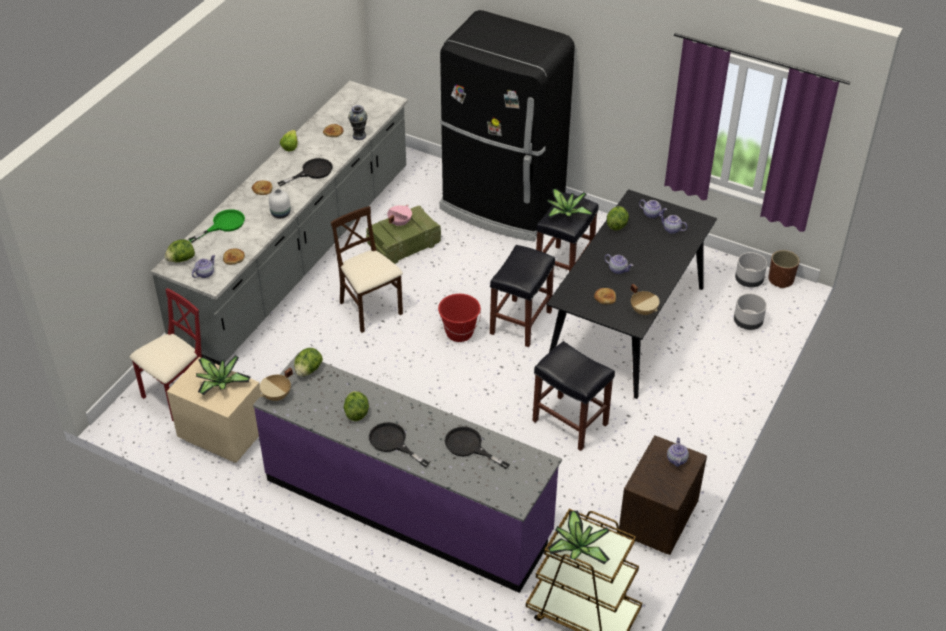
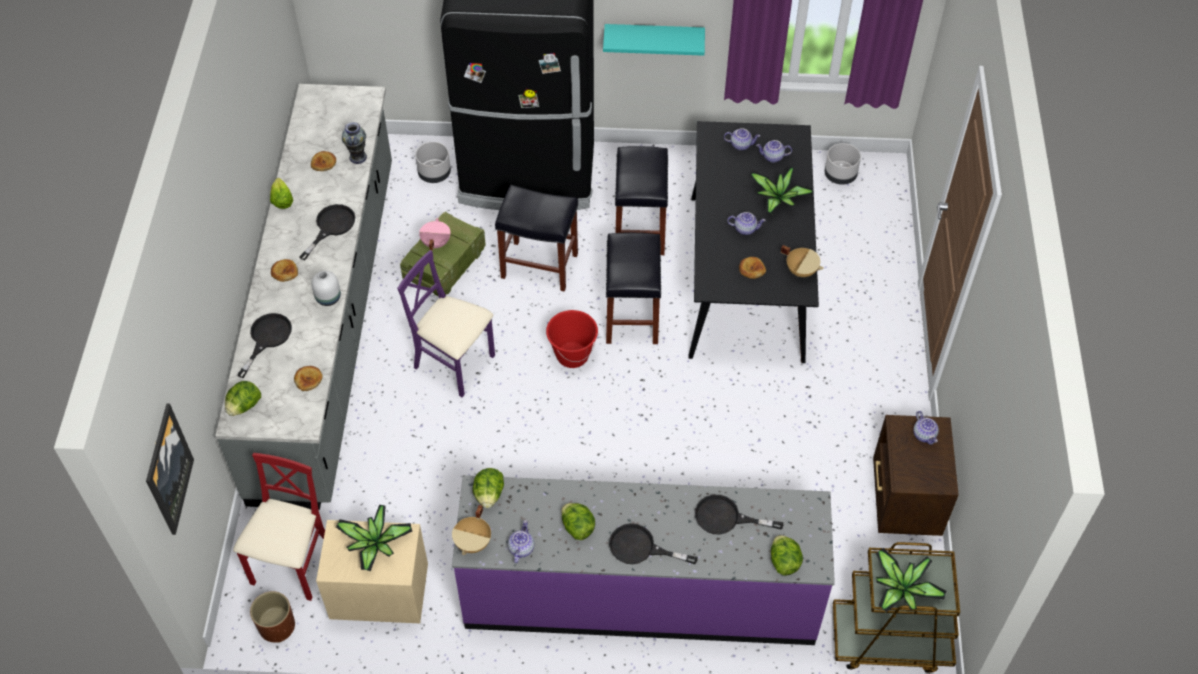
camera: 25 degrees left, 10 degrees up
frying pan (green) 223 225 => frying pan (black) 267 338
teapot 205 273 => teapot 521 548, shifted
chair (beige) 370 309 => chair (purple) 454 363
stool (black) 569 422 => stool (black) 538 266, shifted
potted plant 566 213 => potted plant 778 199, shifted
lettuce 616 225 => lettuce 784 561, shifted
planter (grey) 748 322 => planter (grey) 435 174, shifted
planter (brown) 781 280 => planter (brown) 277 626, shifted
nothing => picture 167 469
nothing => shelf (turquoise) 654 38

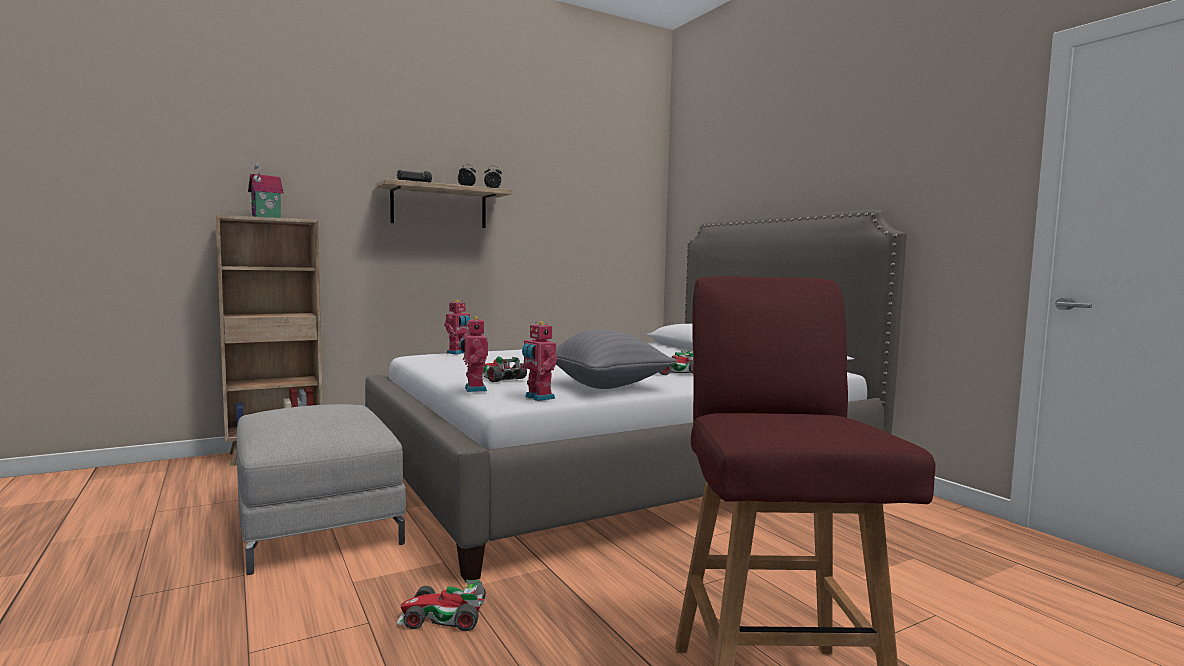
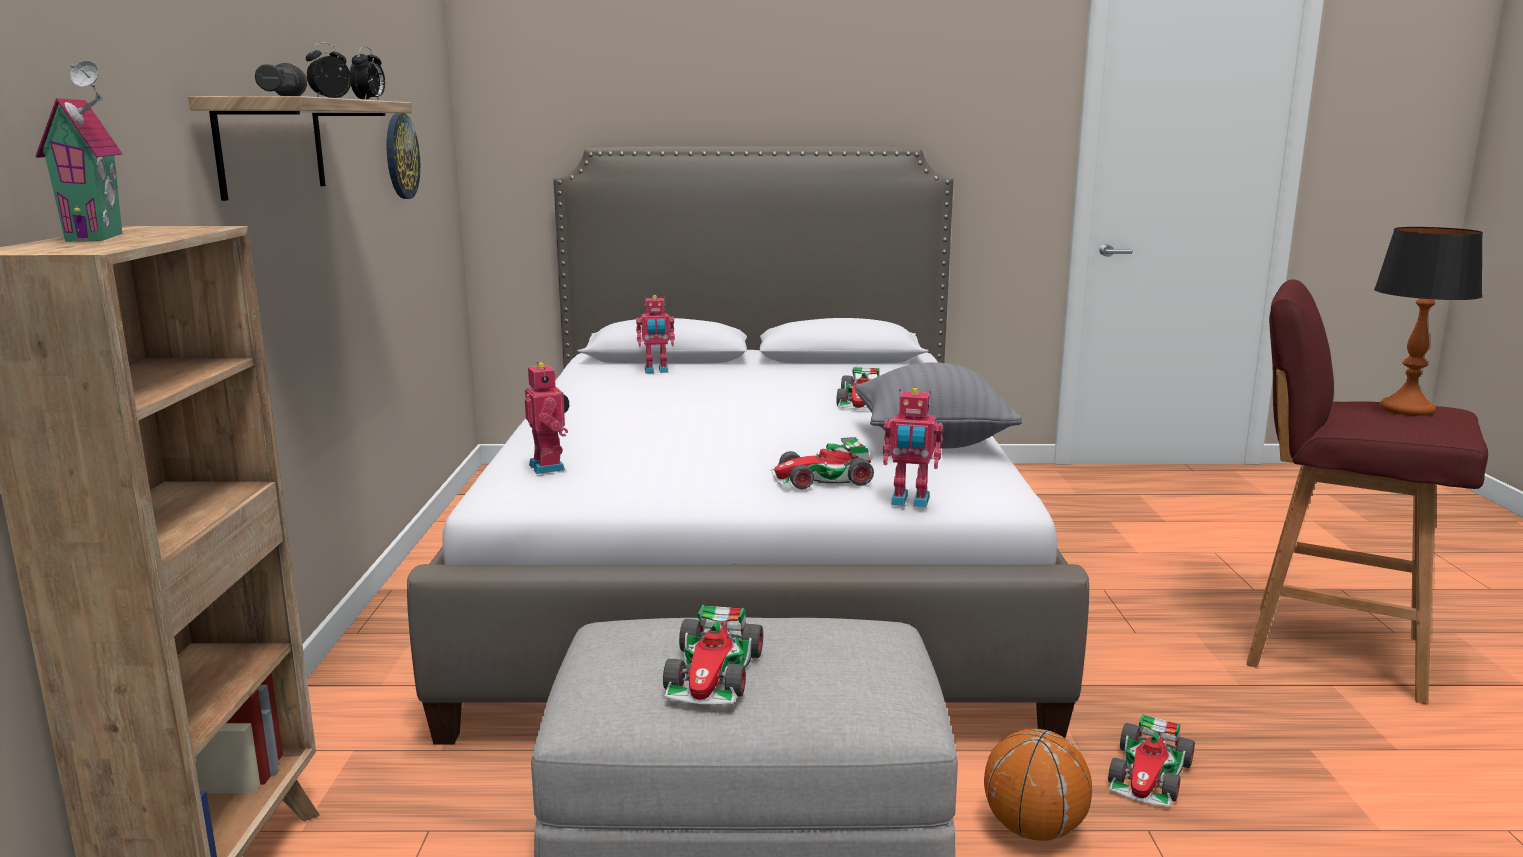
camera: 60 degrees left, 10 degrees up
toy robot 538 398 => toy robot 656 371, shifted
nothing => wall clock 400 156
nothing => toy car 714 673
nothing => basketball 1033 830
nothing => table lamp 1407 409

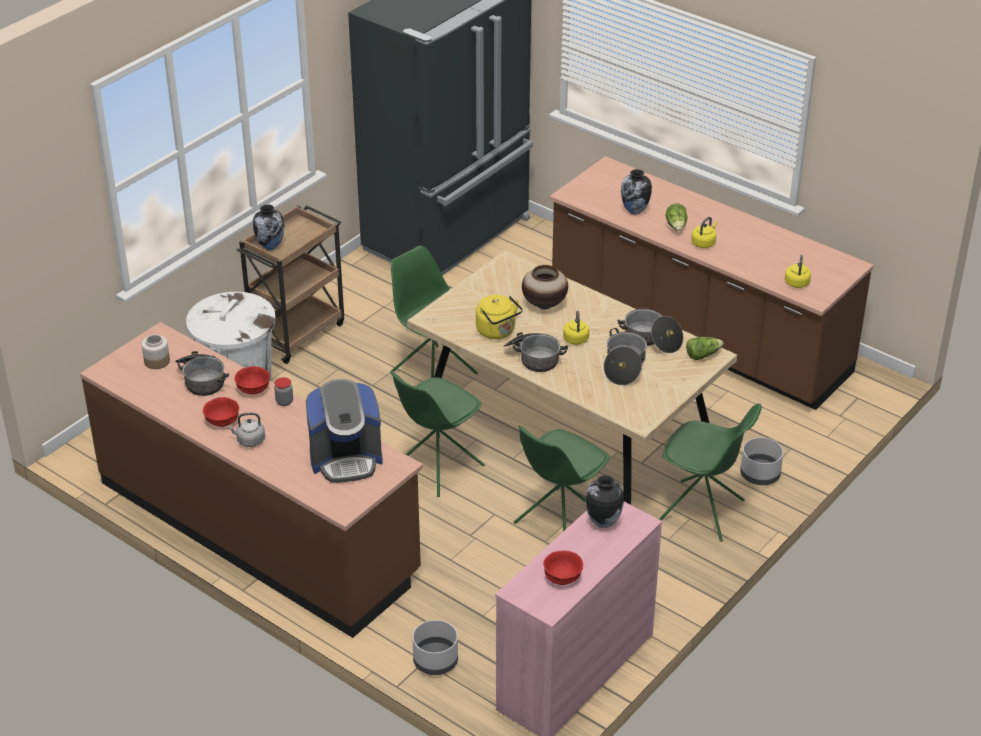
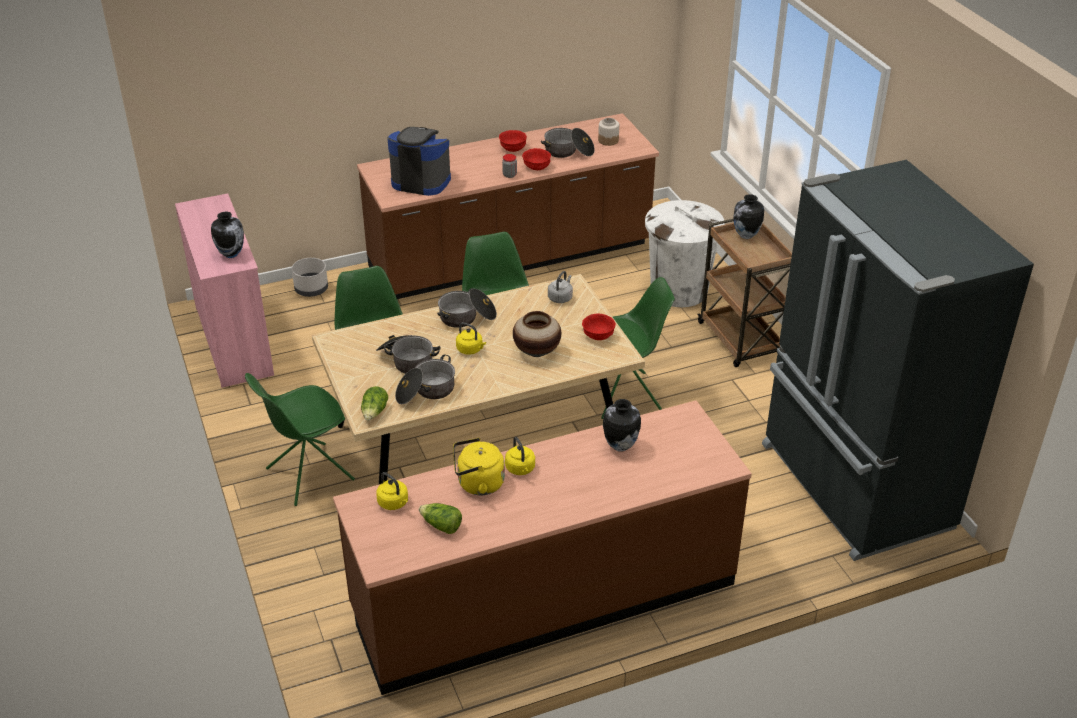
camera: 120 degrees right, 0 degrees up
kettle (grey) 249 441 => kettle (grey) 560 297, shifted
coffee machine 346 459 => coffee machine 421 181, 90 degrees clockwise
kettle (yellow) 497 332 => kettle (yellow) 478 484, shifted
bowl (red) 562 578 => bowl (red) 597 336, shifted
lettuce 676 226 => lettuce 441 526, shifted
planter (grey) 760 474 => nothing

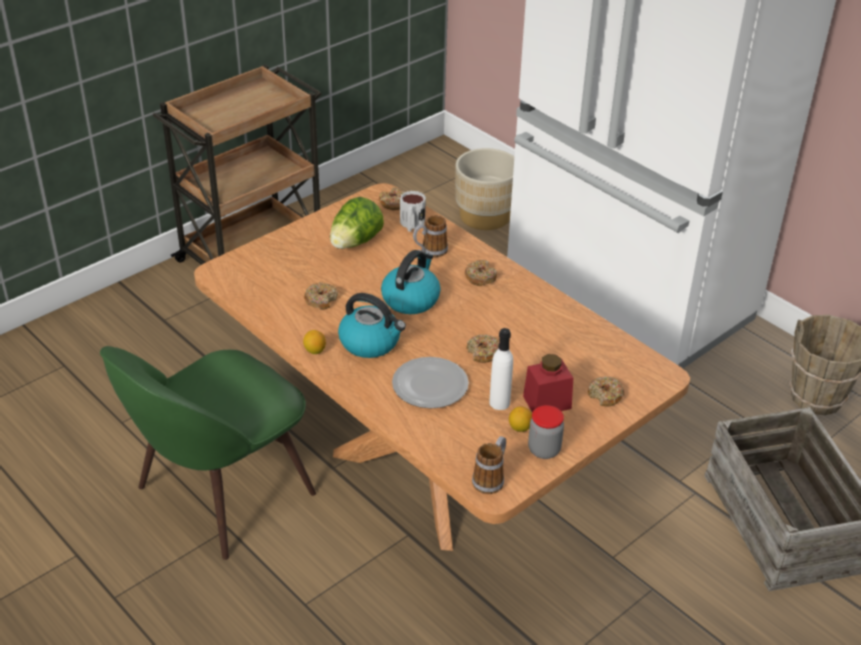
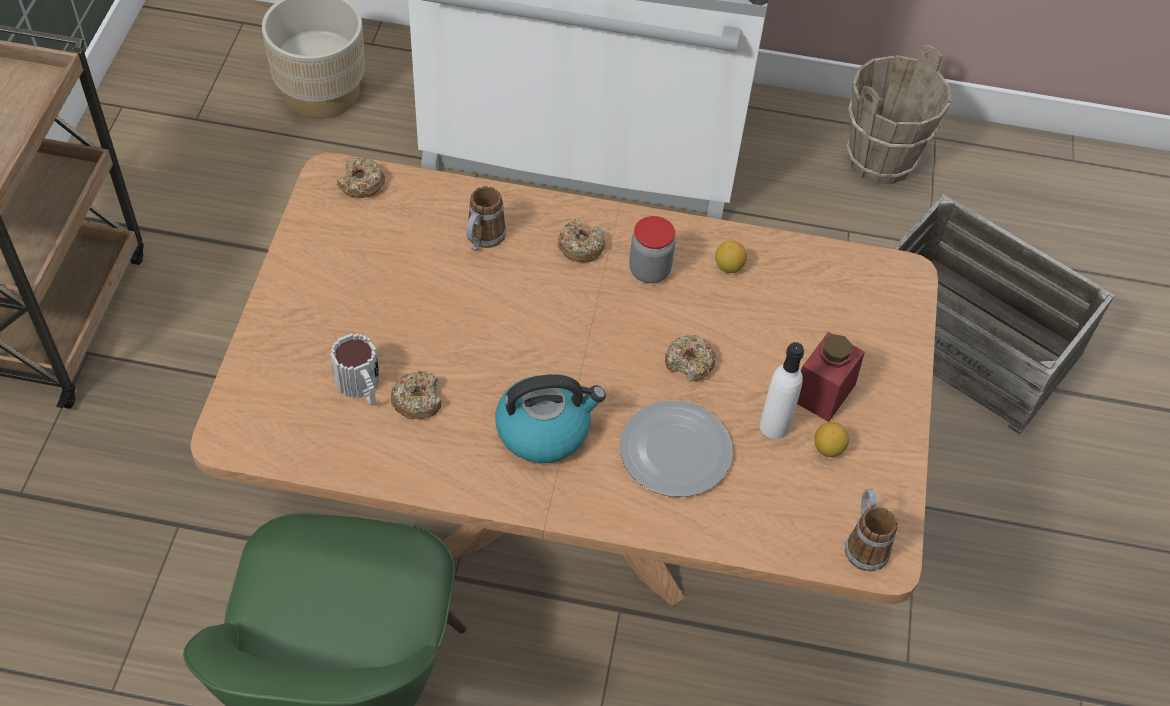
camera: 40 degrees left, 15 degrees up
lemon 315 351 => lemon 728 267, shifted
lettuce 355 242 => nothing
kettle 411 299 => nothing
mug 411 225 => mug 361 387, shifted
jar 544 450 => jar 649 270, shifted
donut 605 396 => nothing

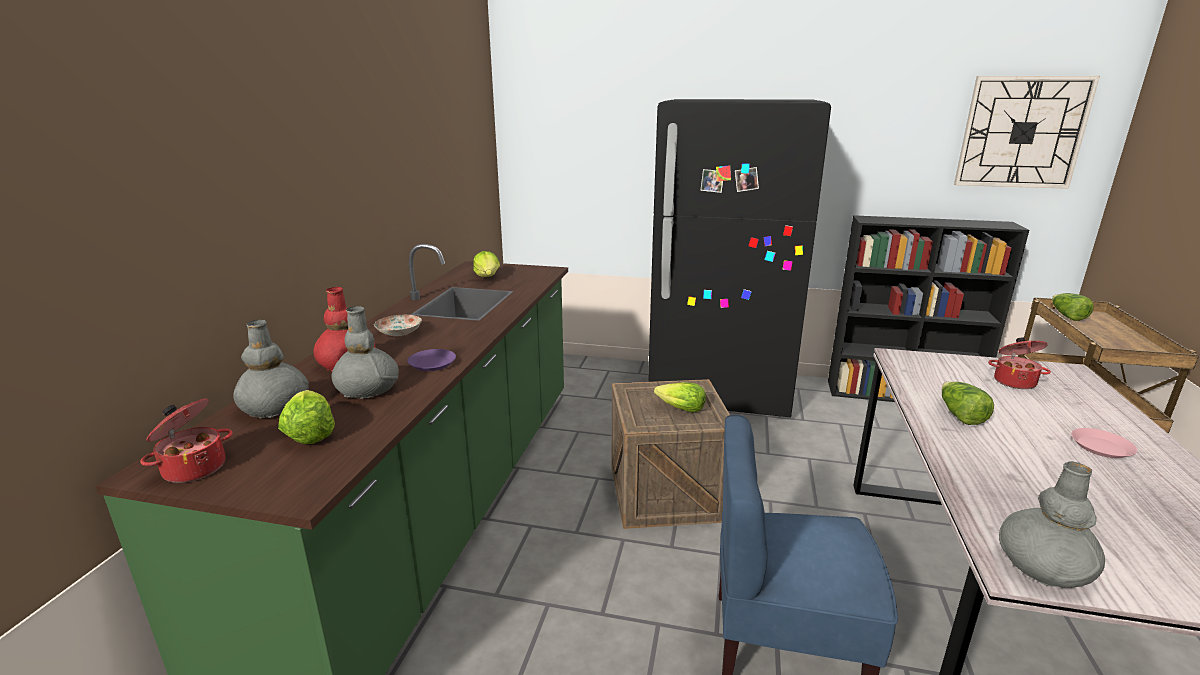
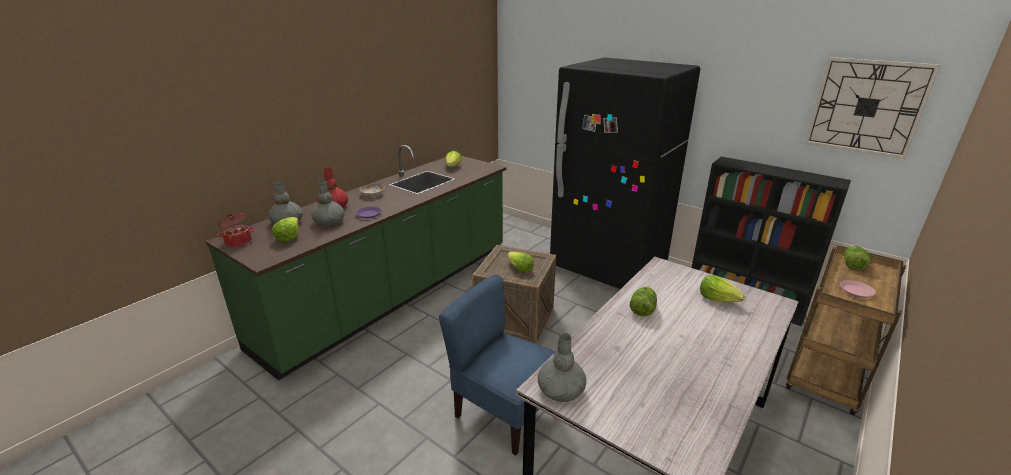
camera: 25 degrees right, 5 degrees up
cooking pot 1014 381 => lettuce 718 299
plate (pink) 1101 447 => plate (pink) 856 291, shifted

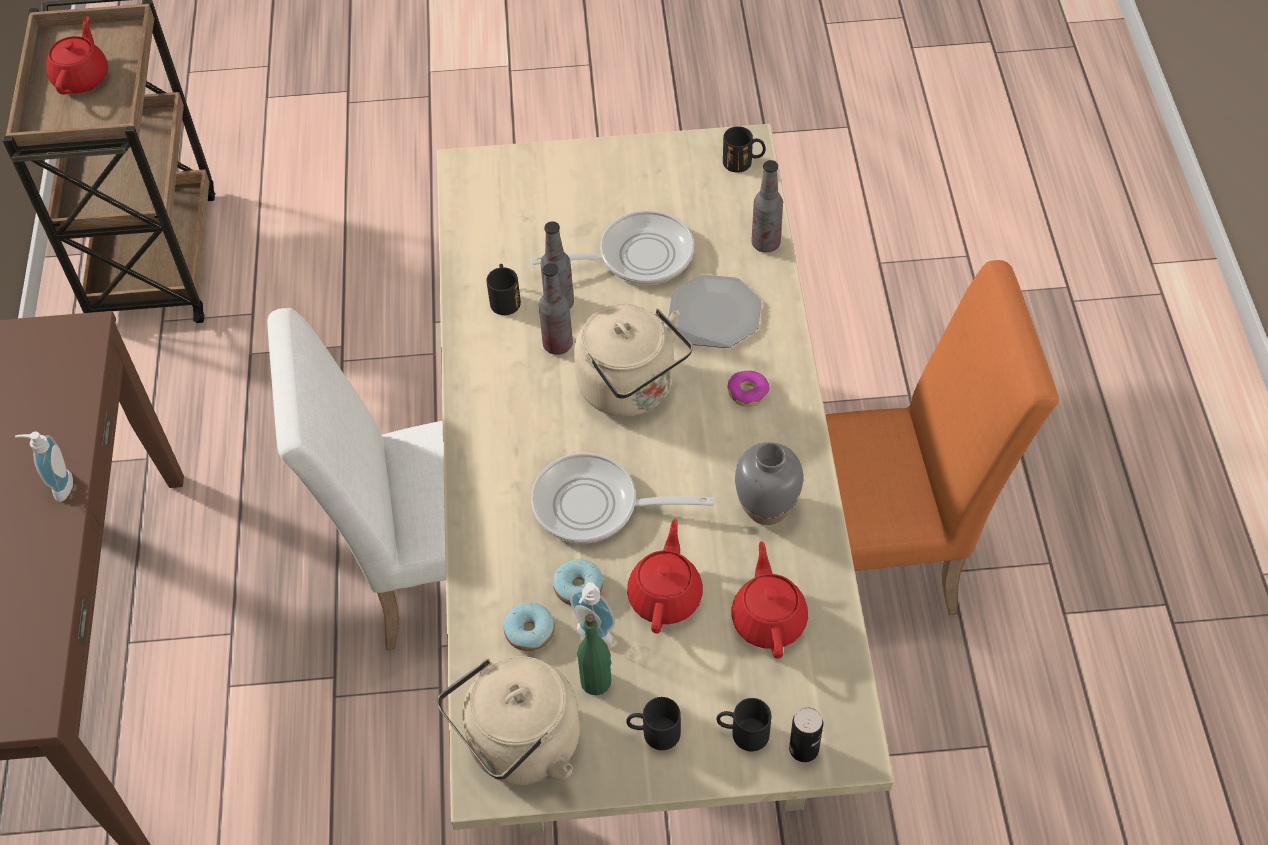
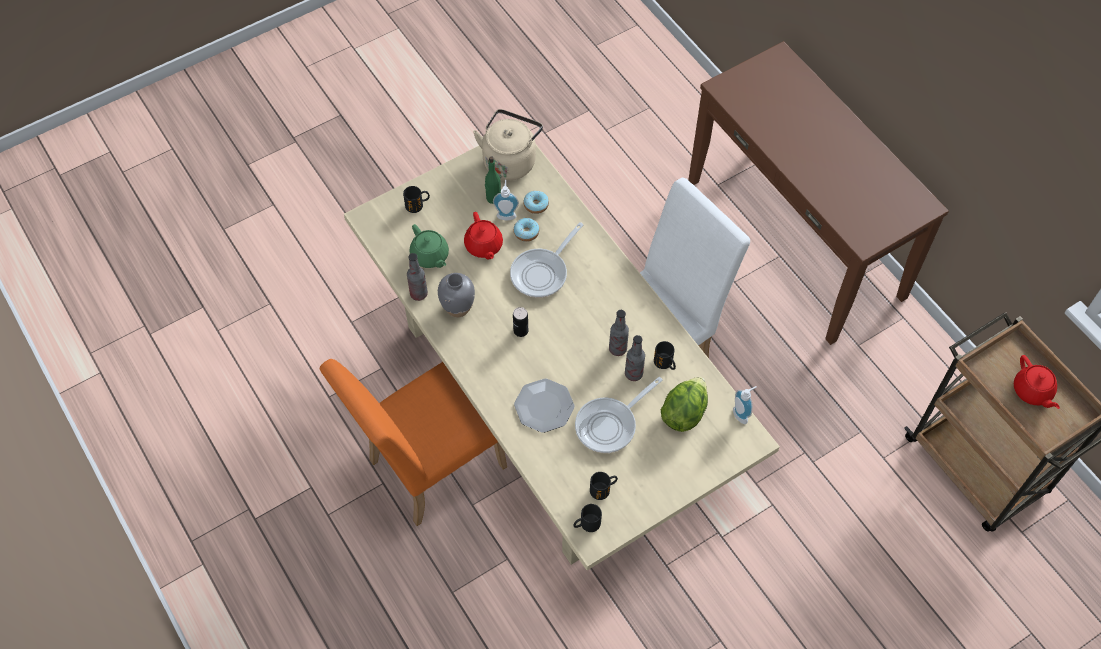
camera: 150 degrees right, 5 degrees up
soap dispenser 59 486 => soap dispenser 742 414, shifted
frying pan 595 506 => frying pan 542 272, 150 degrees clockwise
kettle (beige) 631 389 => nothing
mug (black) 653 733 => mug (black) 603 488, shifted
donut 748 392 => nothing
teapot (red) 769 619 => teapot (green) 430 256
bottle 765 243 => bottle 418 294, shifted
can 804 749 => can 520 331, shifted
nothing => lettuce 683 413

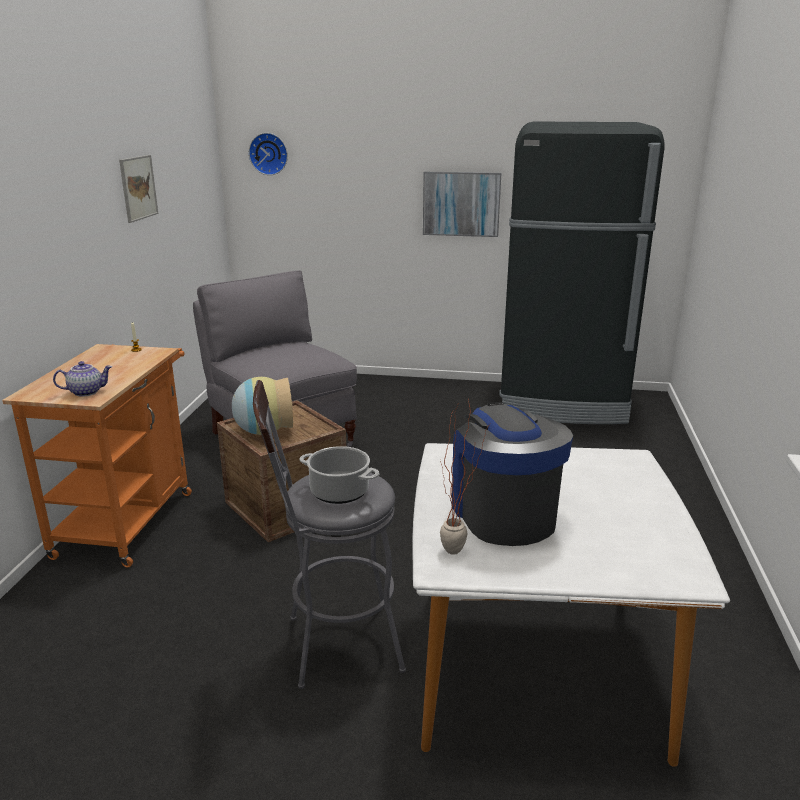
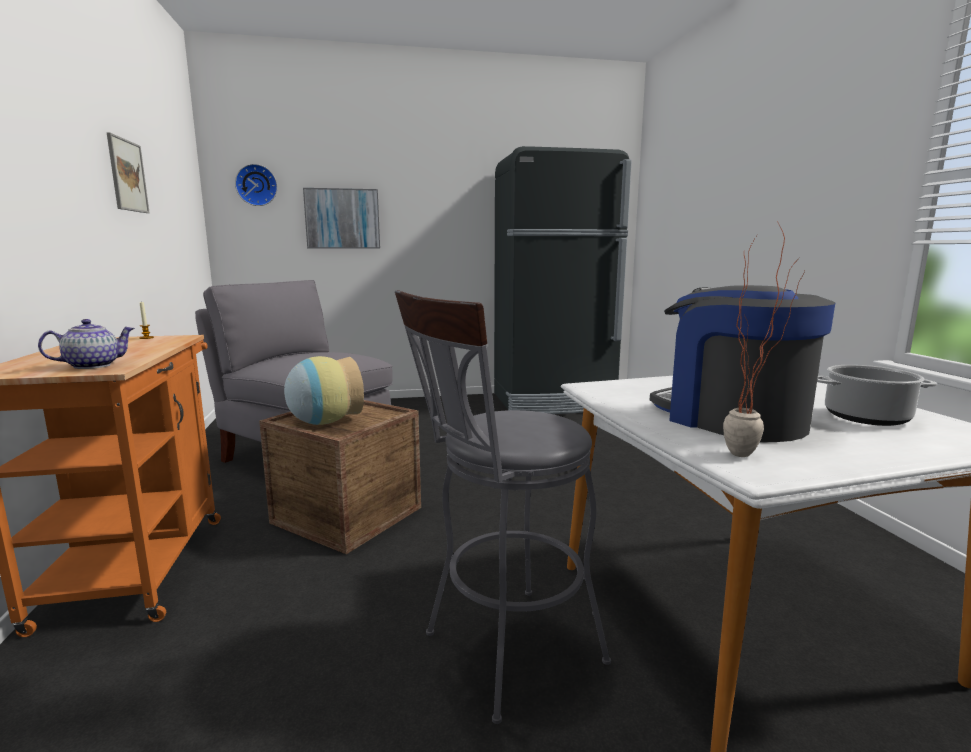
camera: 20 degrees left, 10 degrees down
cooking pot 338 492 => cooking pot 865 417, shifted
picture 461 204 => picture 342 219, shifted

